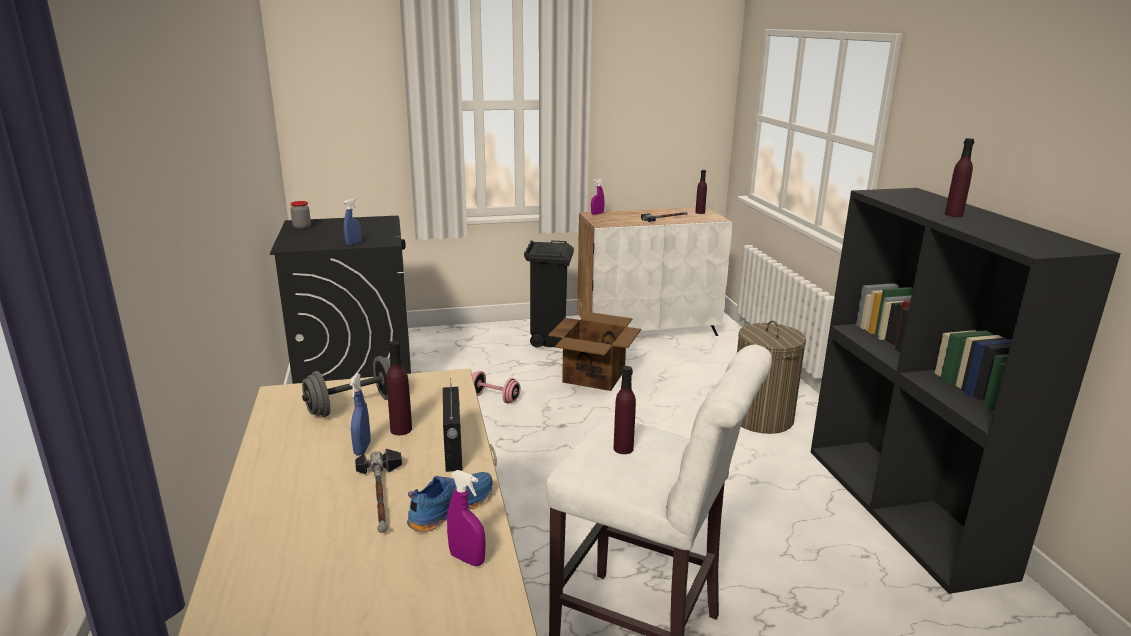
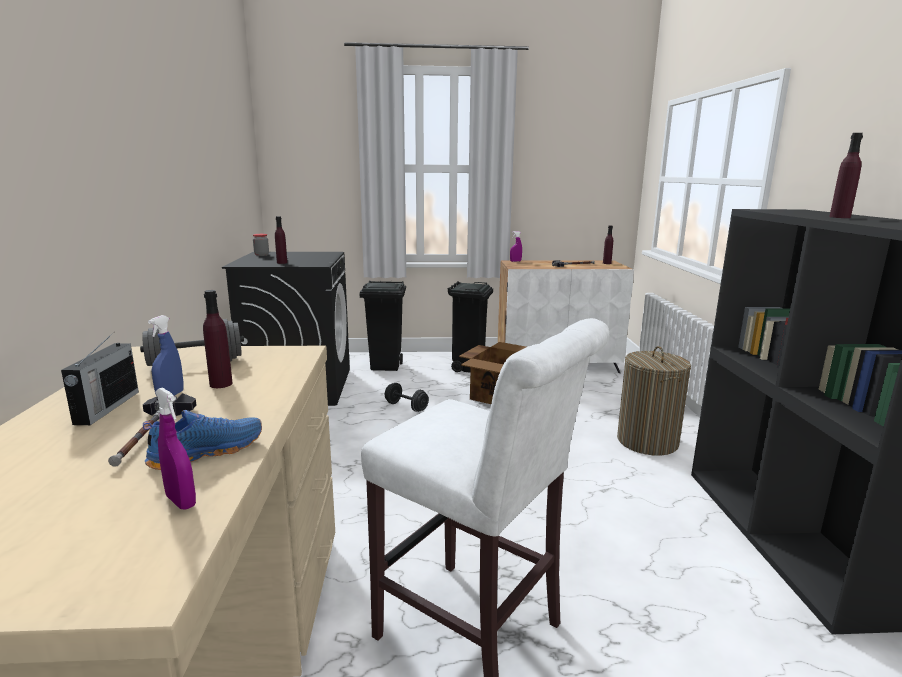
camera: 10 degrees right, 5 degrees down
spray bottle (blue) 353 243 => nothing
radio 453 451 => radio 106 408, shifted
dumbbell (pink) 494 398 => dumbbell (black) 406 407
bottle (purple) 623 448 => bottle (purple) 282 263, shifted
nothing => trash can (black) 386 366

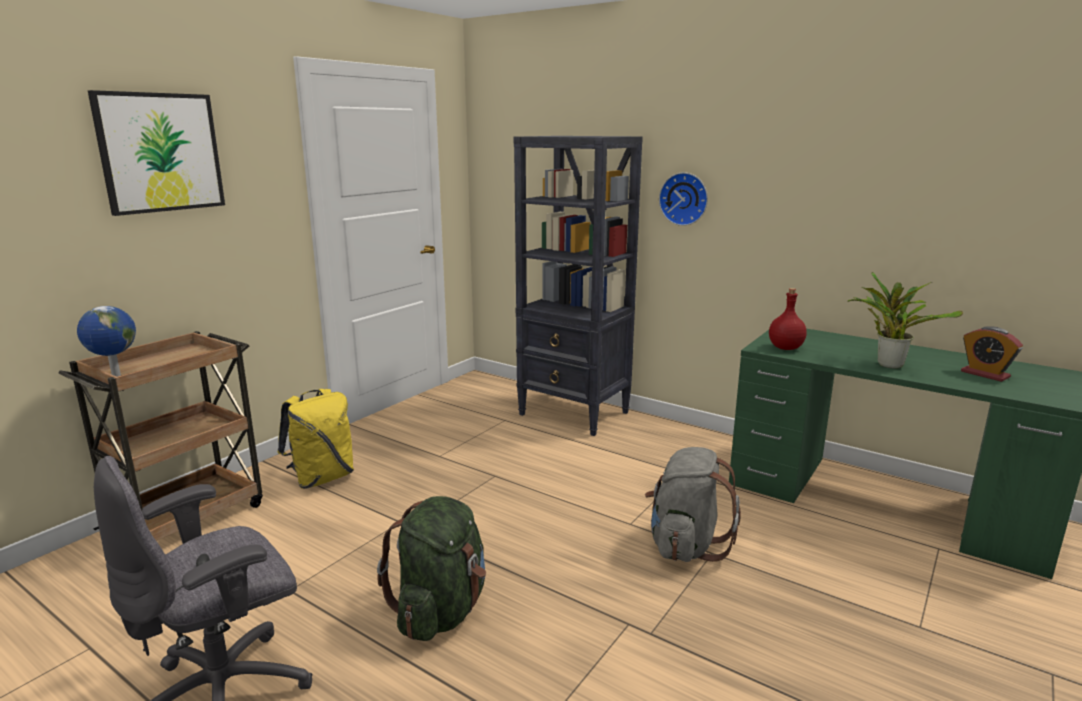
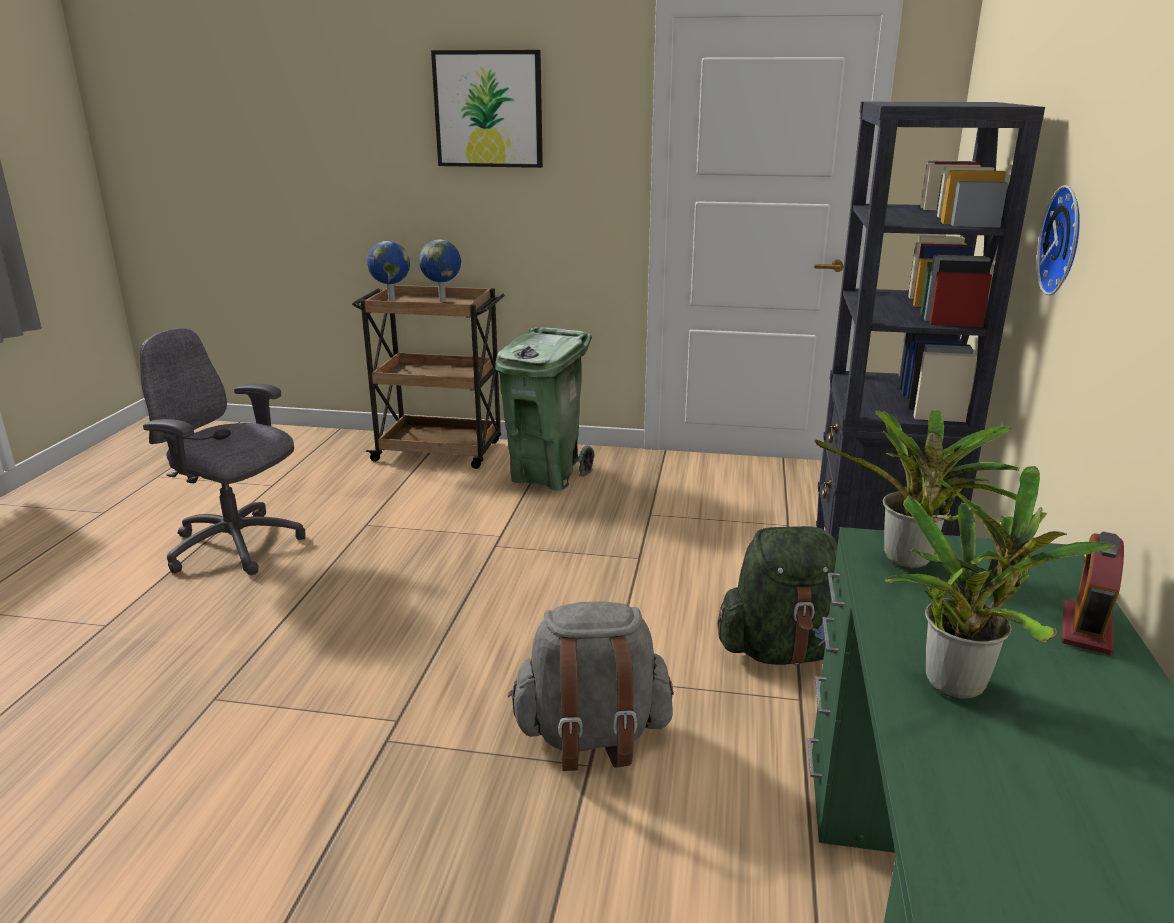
camera: 65 degrees right, 5 degrees up
backpack (yellow) 322 478 => trash can (green) 547 475
backpack (green) 441 611 => backpack (green) 785 651, shifted
bottle (red) 785 348 => potted plant 910 563
alarm clock 985 374 => alarm clock 1086 629, shifted
nothing => globe 443 301

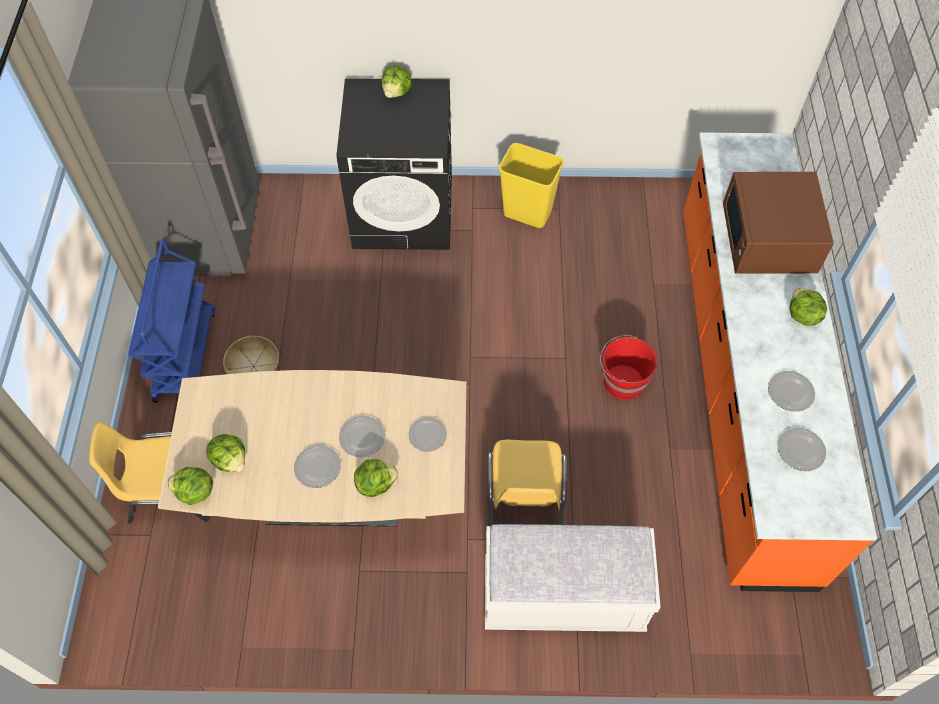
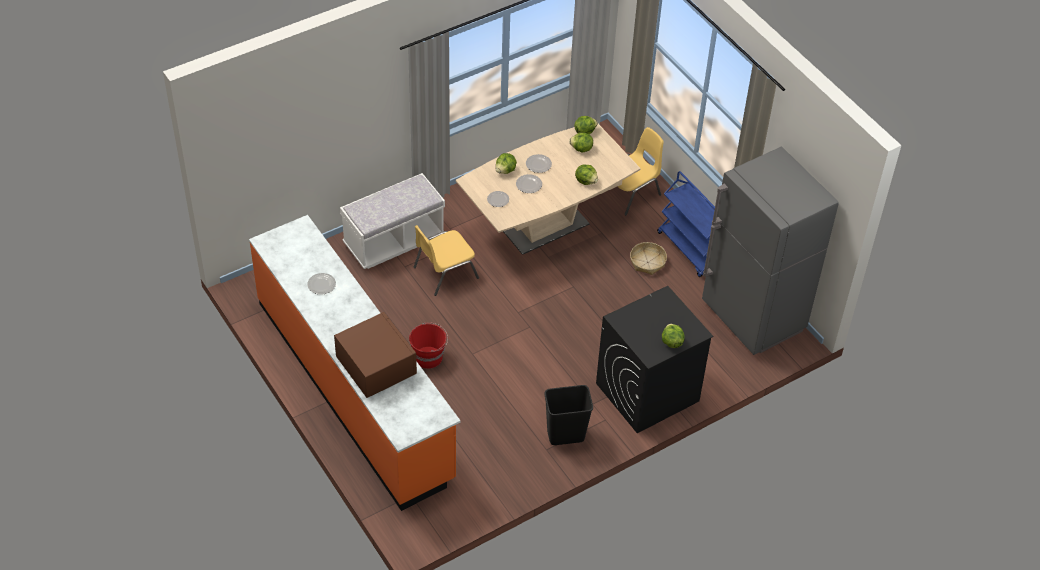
camera: 145 degrees right, 10 degrees down
chair (yellow) 524 498 => chair (yellow) 444 272, 90 degrees counterclockwise
trash can (yellow) 528 212 => trash can (black) 565 435
plate 800 451 => nothing
lettuce 802 316 => lettuce 586 181, shifted

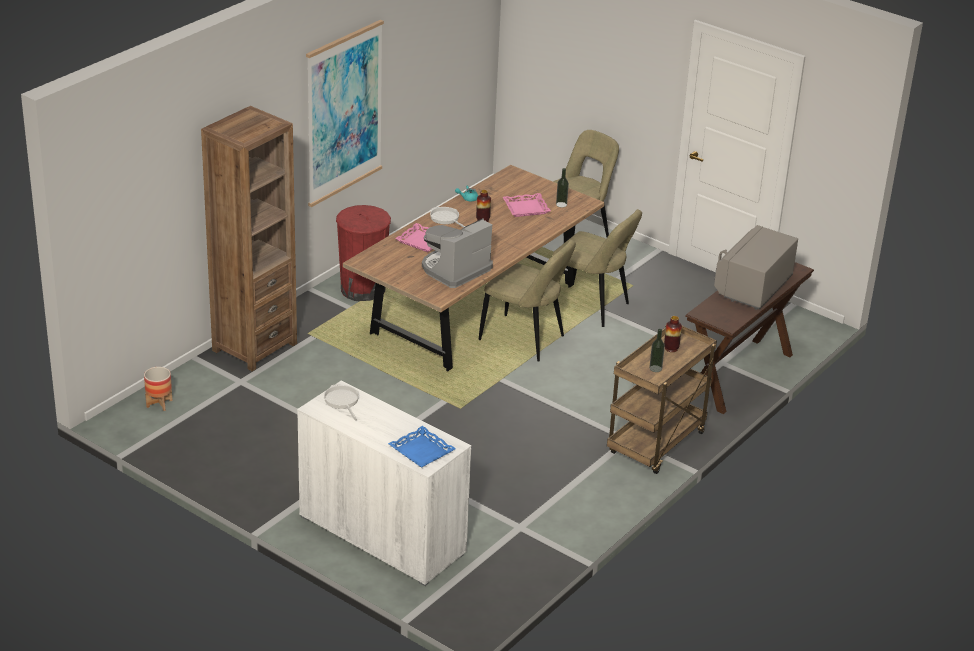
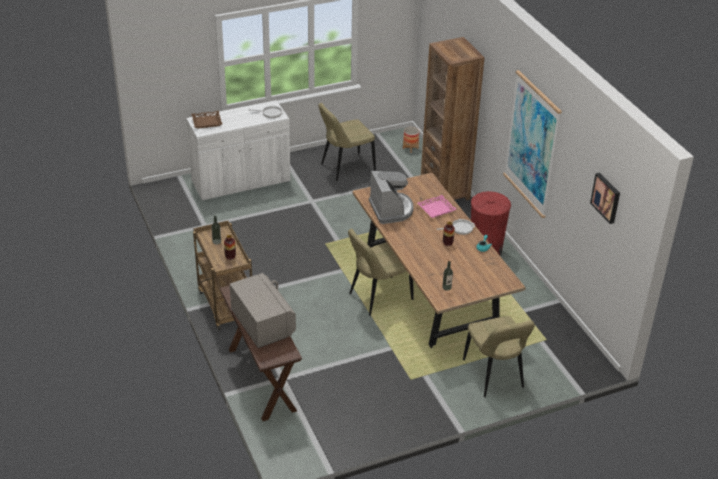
camera: 120 degrees right, 5 degrees up
tray (blue) 421 451 => tray (brown) 207 122
tray (pink) 526 208 => nothing
chair (beige) 591 306 => chair (beige) 345 168, shifted
nothing => picture 606 197

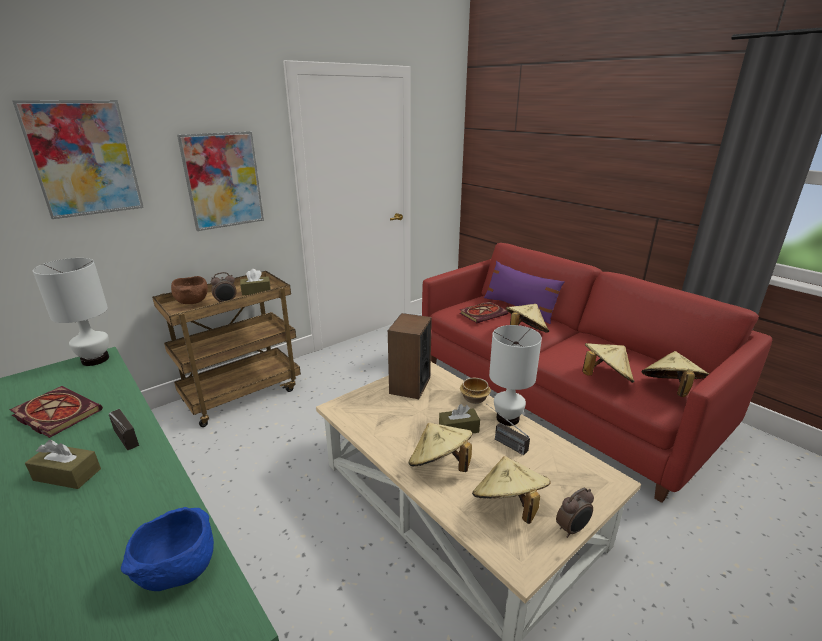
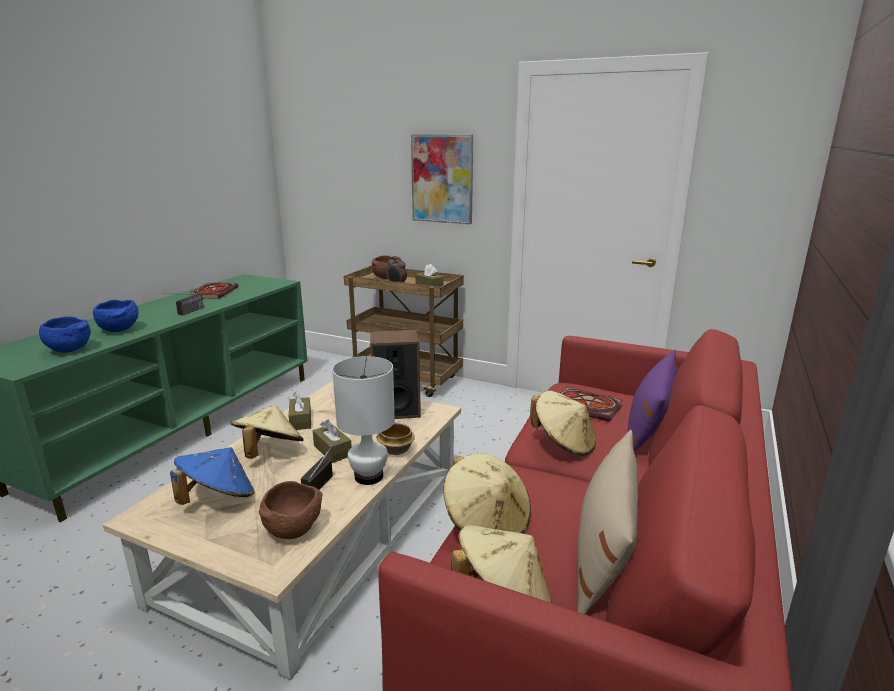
camera: 65 degrees right, 5 degrees down
picture 83 159 => nothing
tissue box (brown) 67 474 => tissue box (brown) 300 420, shifted
table lamp (white) 95 359 => nothing
hat (beige) 508 505 => hat (blue) 218 498
alarm clock 572 529 => nothing
nothing => bowl (blue) 120 330
nothing => bowl (brown) 294 529
nothing => pillow (beige) 603 551

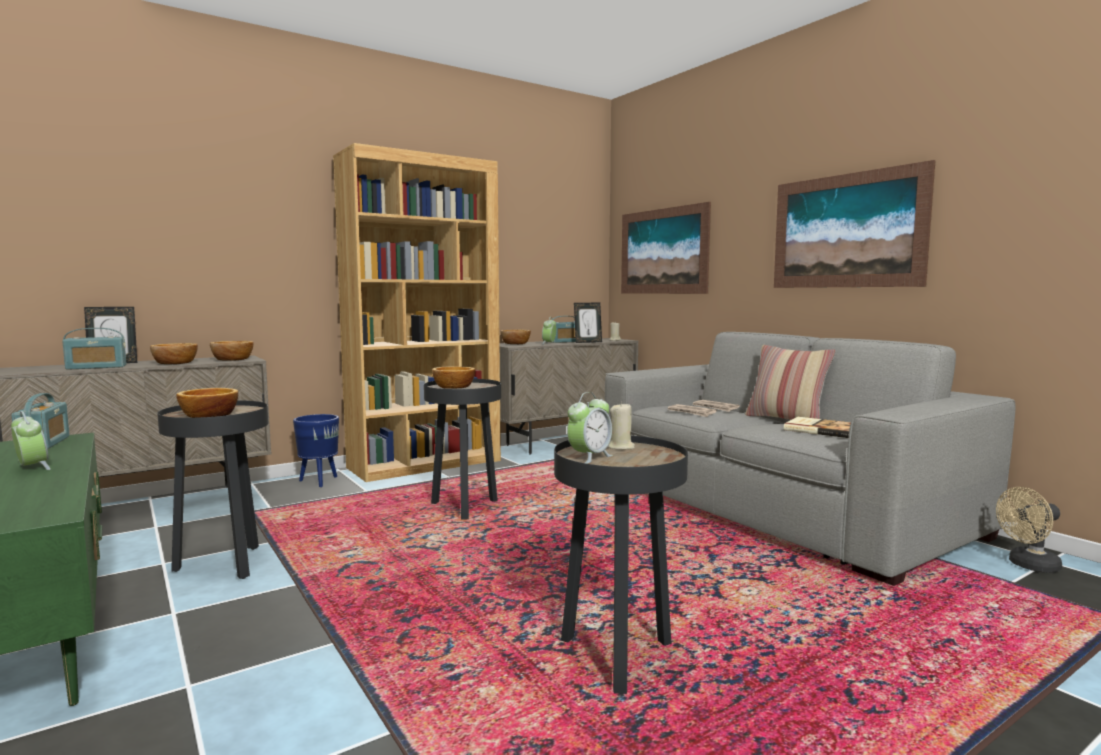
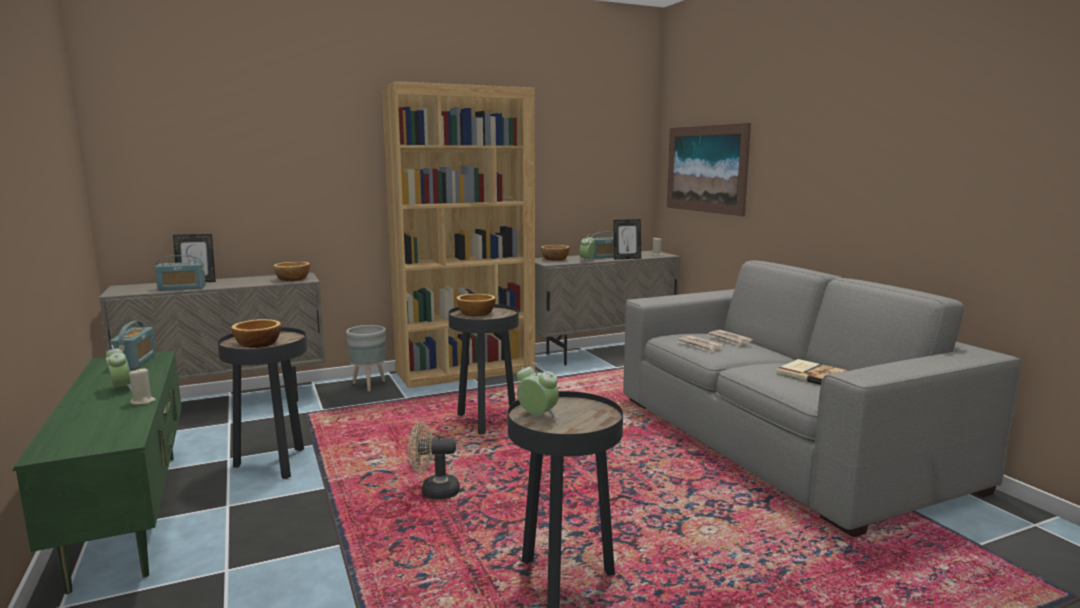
camera: 10 degrees right, 5 degrees up
bowl 175 363 => nothing
planter (blue) 318 482 => planter (grey) 368 385
alarm clock 589 457 => alarm clock 537 416, 105 degrees counterclockwise
candle (beige) 621 447 => candle (beige) 143 401, shifted
pillow 786 420 => nothing
picture 846 231 => nothing
fan (beige) 1028 566 => fan (beige) 433 492, shifted

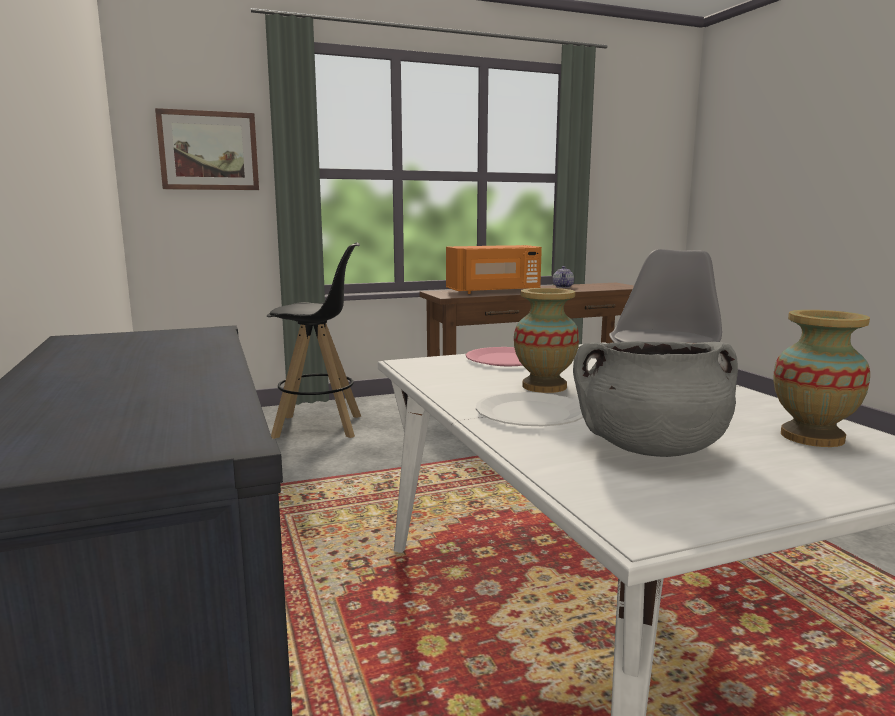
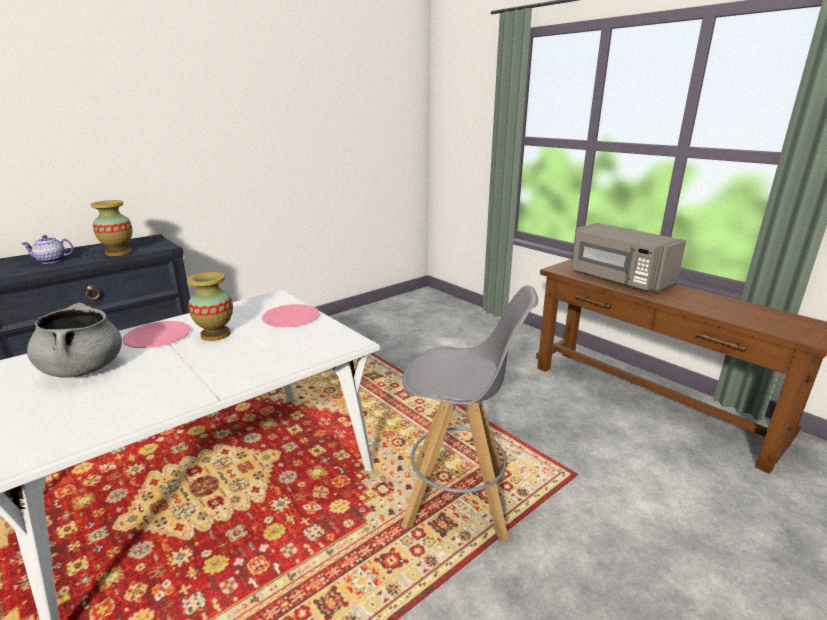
camera: 70 degrees right, 10 degrees up
picture 208 151 => nothing
stool (black) 319 426 => nothing
microwave (orange) 494 291 => microwave (grey) 619 279
plate (white) 531 413 => plate (pink) 157 336
teapot 563 287 => teapot 51 261, shifted
vase 812 437 => vase 118 253, shifted

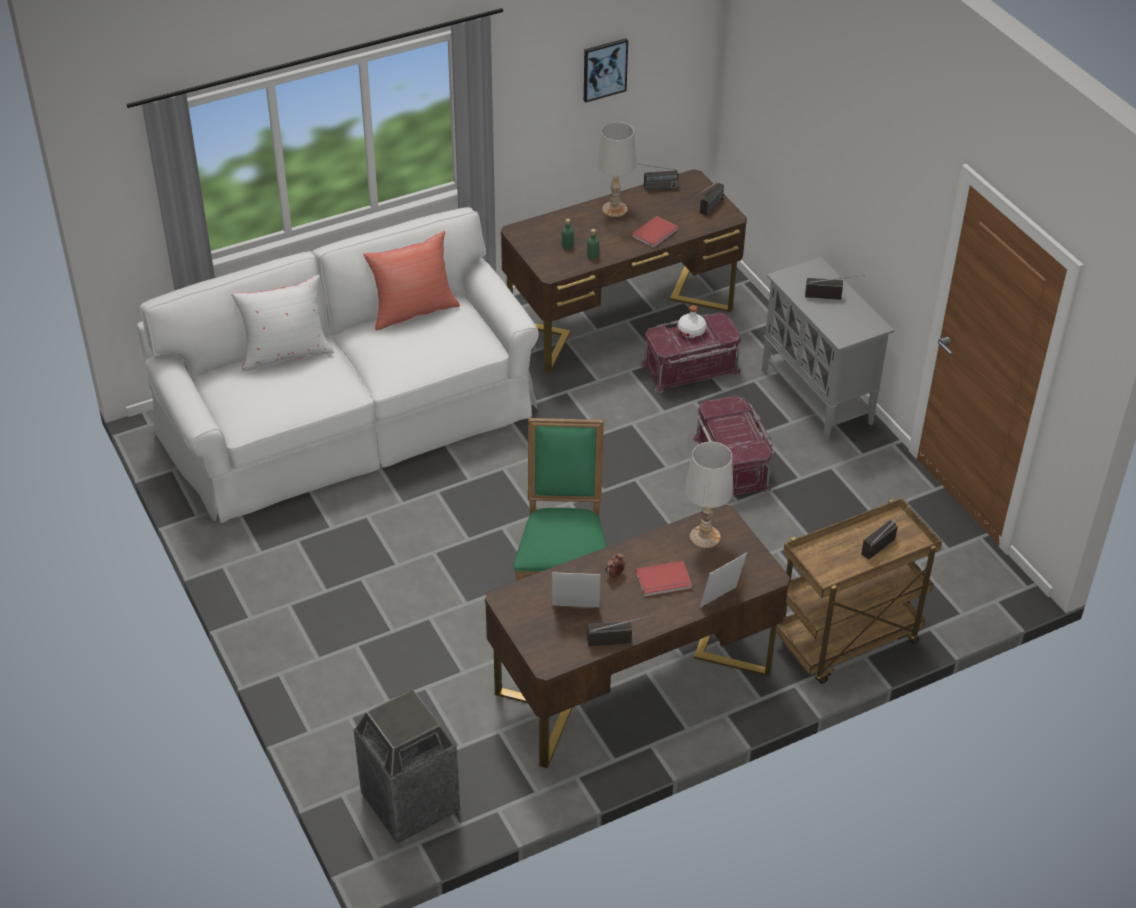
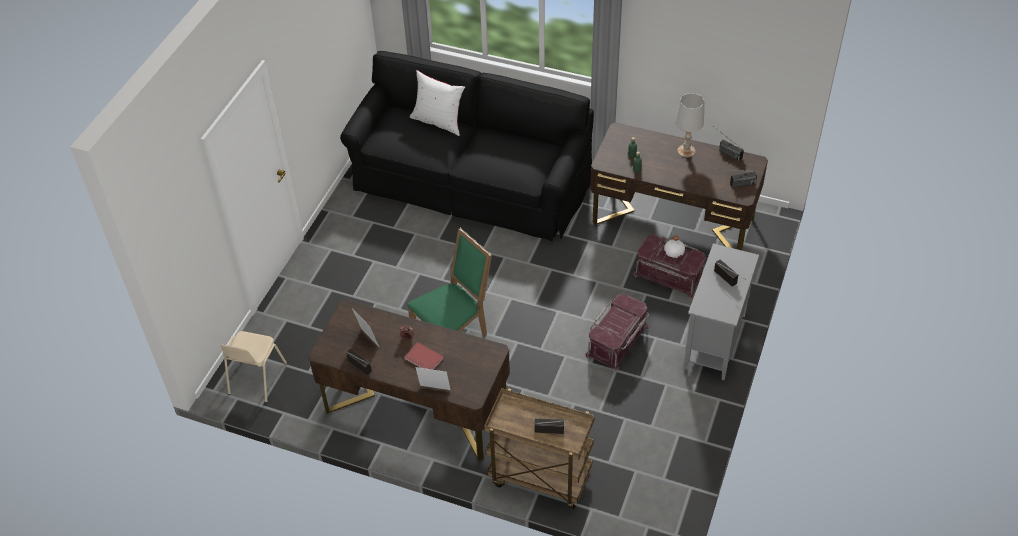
camera: 50 degrees right, 5 degrees up
sofa (white) 350 421 => sofa (black) 469 182
trash can 410 804 => chair (beige) 256 379
pillow (red) 413 311 => nothing
picture 604 69 => nothing
book (red) 656 234 => nothing
table lamp (white) 704 537 => nothing

